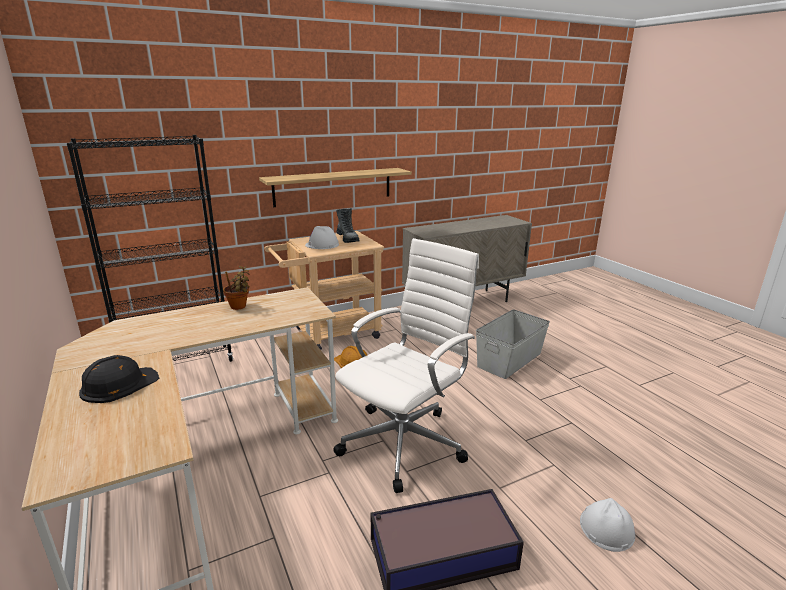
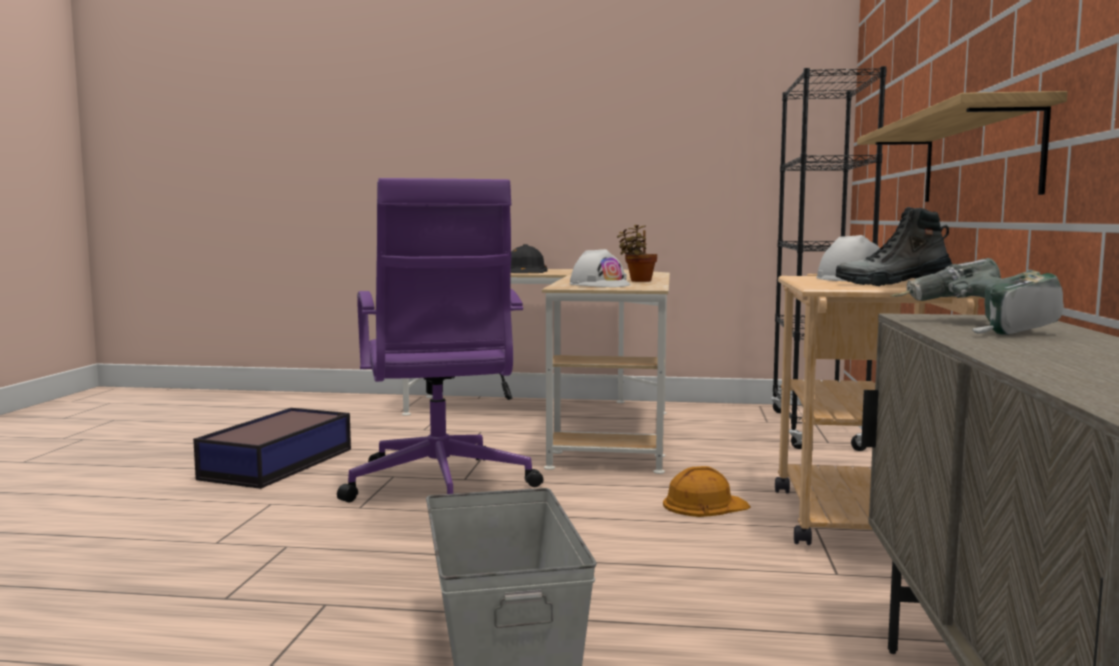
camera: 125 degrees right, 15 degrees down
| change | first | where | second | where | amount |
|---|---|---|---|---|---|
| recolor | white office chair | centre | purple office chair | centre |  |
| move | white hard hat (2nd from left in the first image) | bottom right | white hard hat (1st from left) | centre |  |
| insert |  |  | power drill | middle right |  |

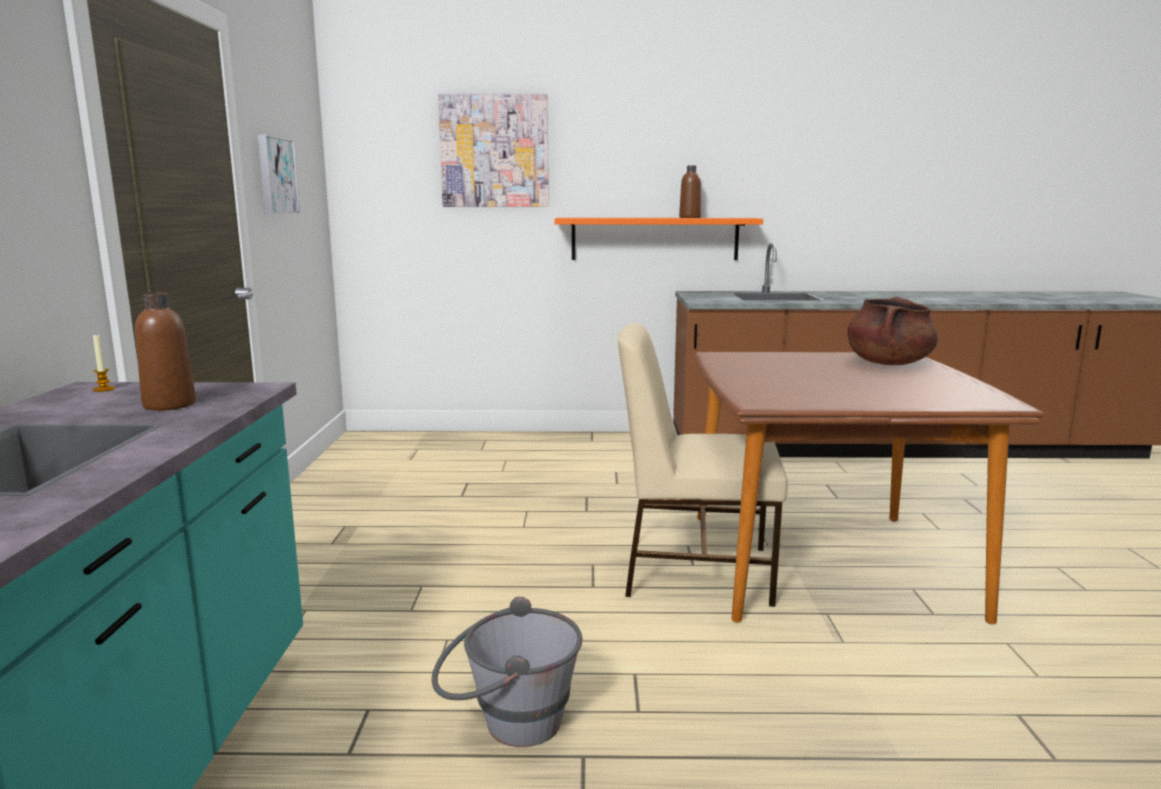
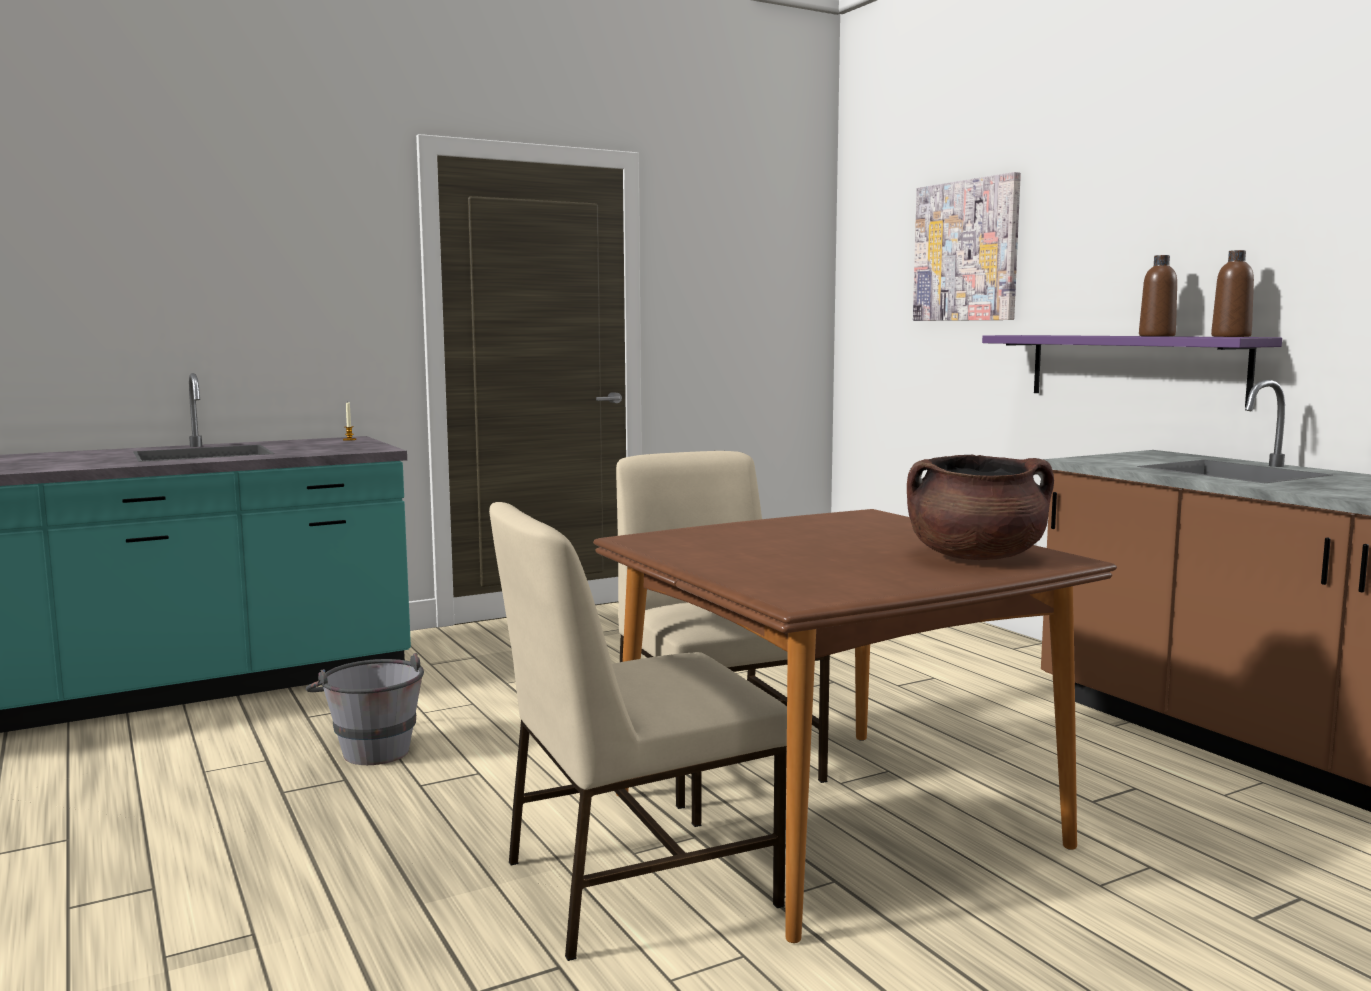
camera: 60 degrees right, 5 degrees down
| change | first | where | second | where | amount |
|---|---|---|---|---|---|
| move | brown bottle (1st from left in the first image) | middle left | brown bottle (2nd from left) | top right |  |
| delete | picture (1st from left) | top left |  |  |  |
| recolor | orange shelf | top centre | purple shelf | middle right |  |
| insert |  |  | beige chair (1st from left) | bottom centre |  |

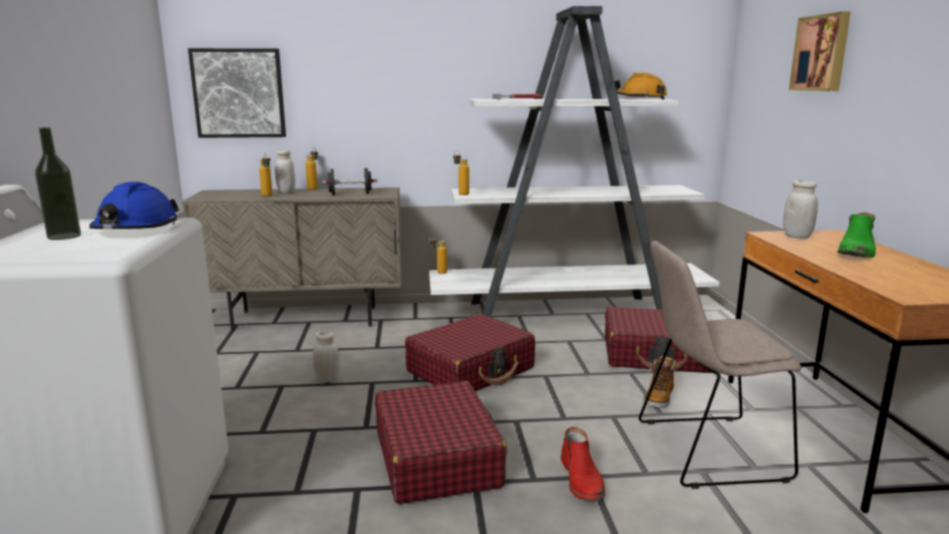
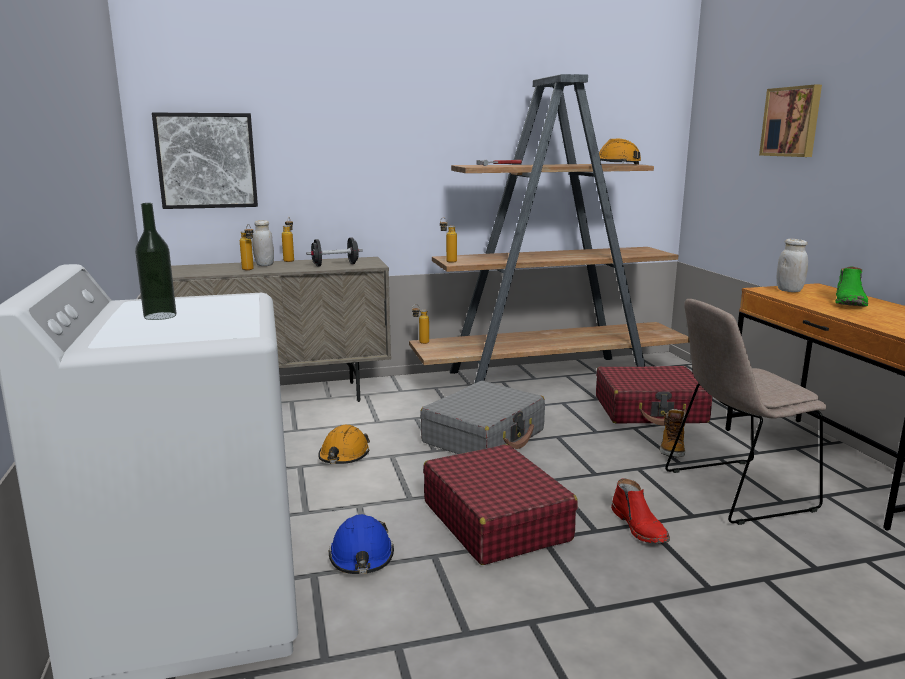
camera: 10 degrees left, 0 degrees up
| change | first | where | second | where | amount |
|---|---|---|---|---|---|
| move | blue hard hat | middle left |  | bottom centre |  |
| replace | white jar (2nd from left) | bottom centre | orange hard hat (1st from left) | centre |  |
| recolor | red suitcase (2nd from left) | centre | grey suitcase | centre |  |
| recolor | white bookcase | top centre | brown bookcase | centre |  |

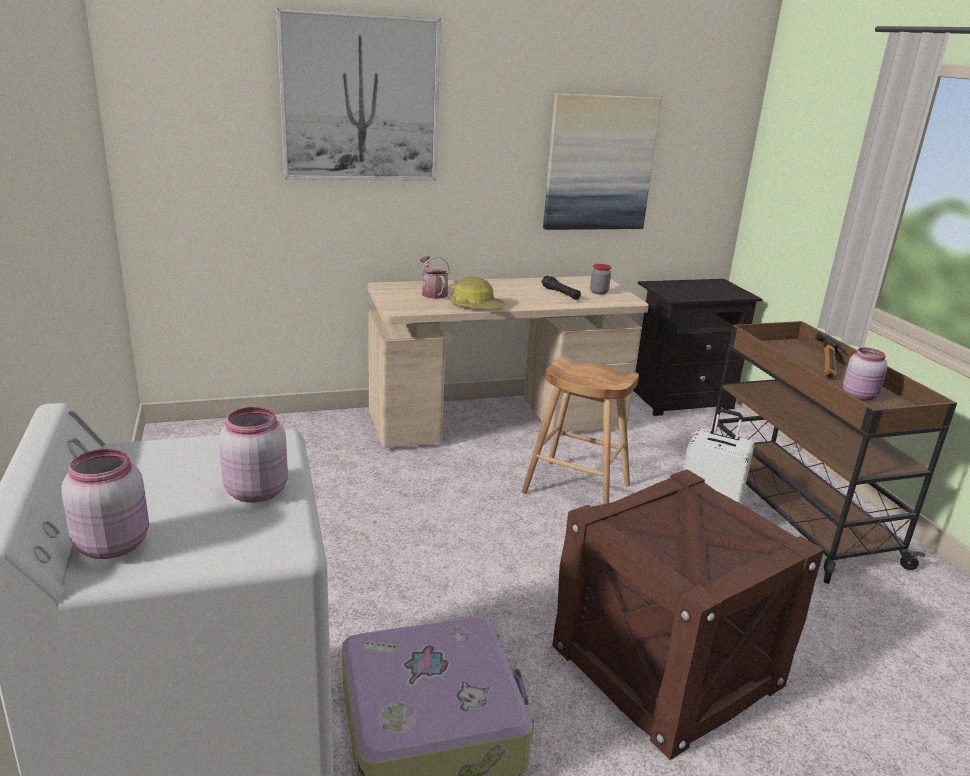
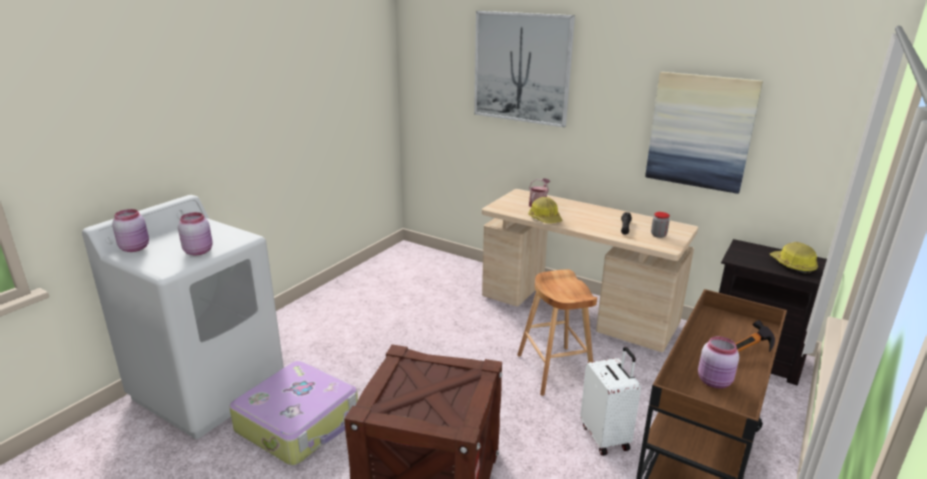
camera: 50 degrees right, 0 degrees up
| change | first | where | second | where | amount |
|---|---|---|---|---|---|
| insert |  |  | hard hat (2nd from left) | middle right |  |

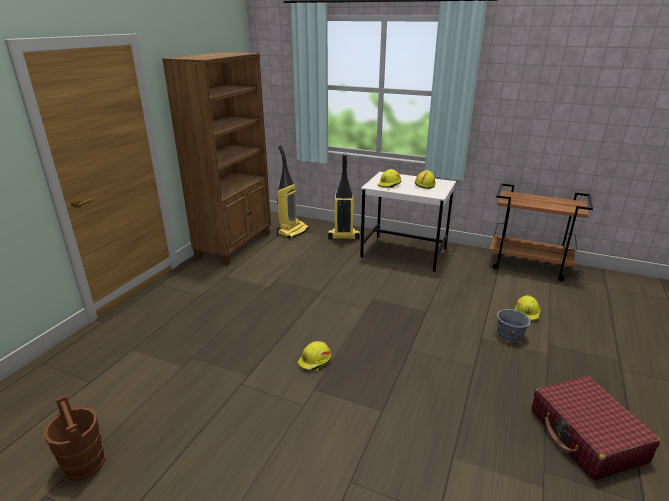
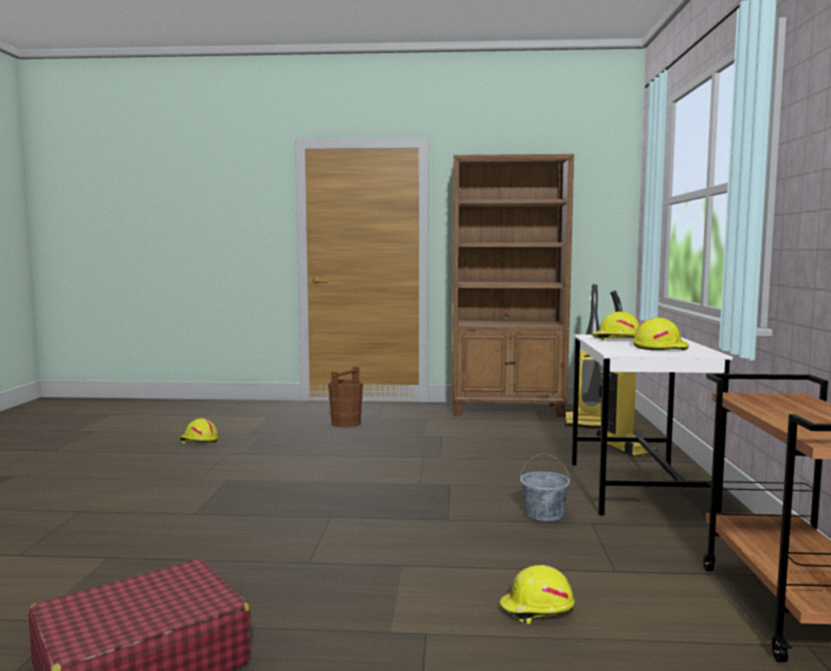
camera: 70 degrees right, 20 degrees down
| change | first | where | second | where | amount |
|---|---|---|---|---|---|
| move | brown bucket | bottom left |  | centre |  |
| move | yellow hard hat (1st from left) | bottom centre |  | middle left |  |
| move | grey bucket | middle right |  | bottom centre |  |

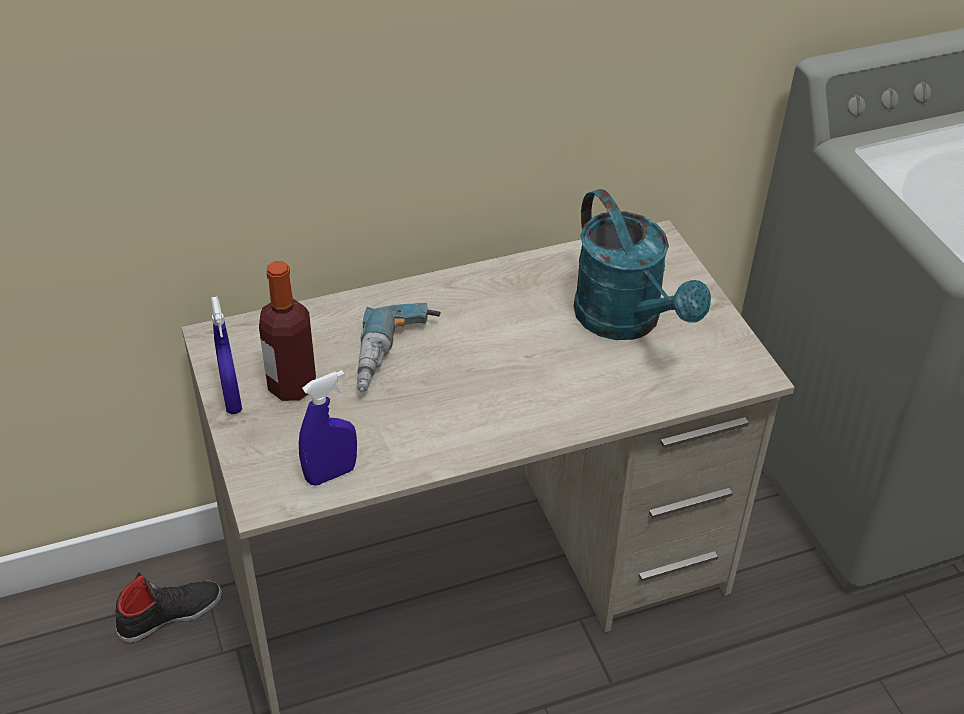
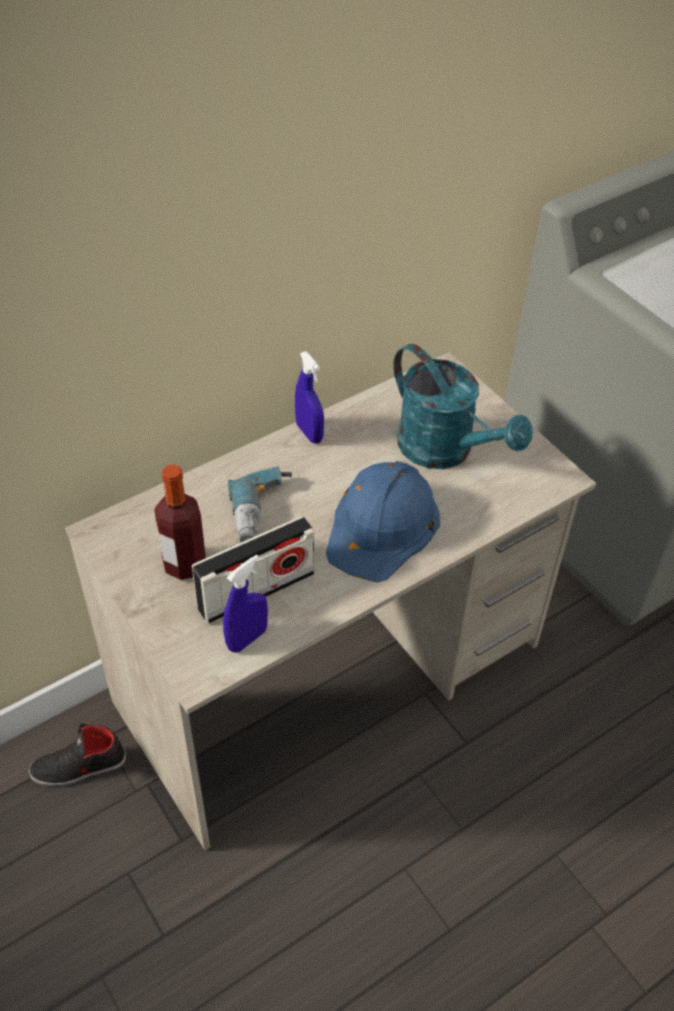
camera: 15 degrees left, 5 degrees up
| change | first | where | second | where | amount |
|---|---|---|---|---|---|
| rotate | black shoe | bottom left |  | bottom left | 150 degrees counterclockwise |
| move | blue spray bottle (1st from left in the first image) | middle left | blue spray bottle (2nd from left) | centre |  |
| insert |  |  | radio | centre |  |
| insert |  |  | blue hard hat | centre |  |

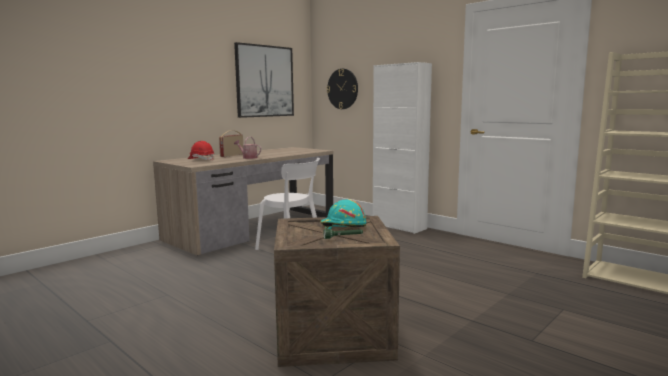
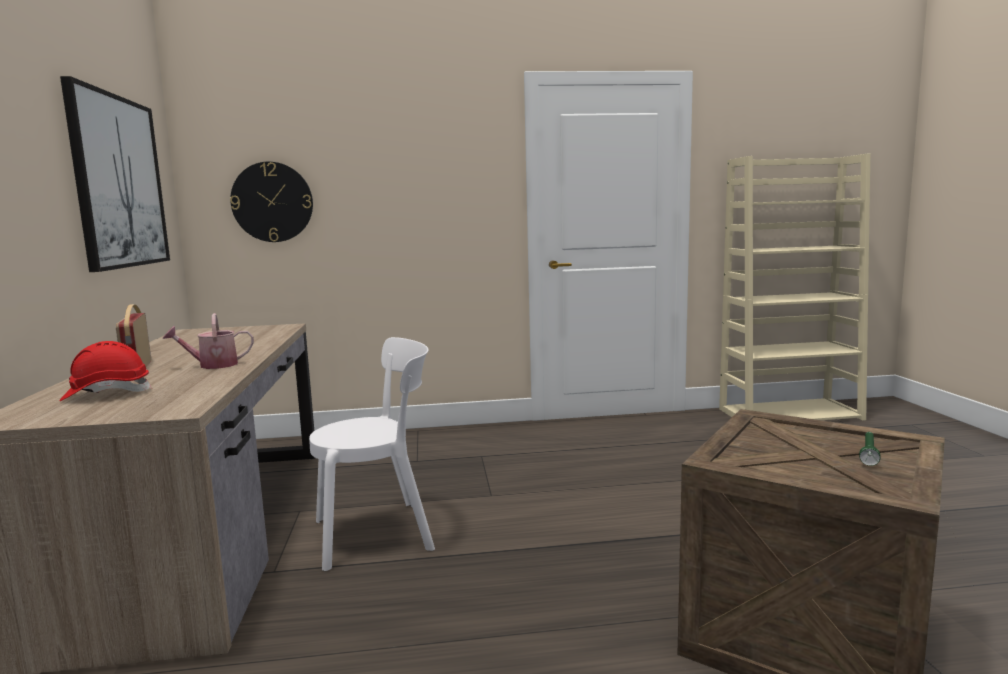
camera: 50 degrees left, 0 degrees up
| change | first | where | second | where | amount |
|---|---|---|---|---|---|
| delete | turquoise hard hat | centre |  |  |  |
| delete | white cabinet | centre |  |  |  |

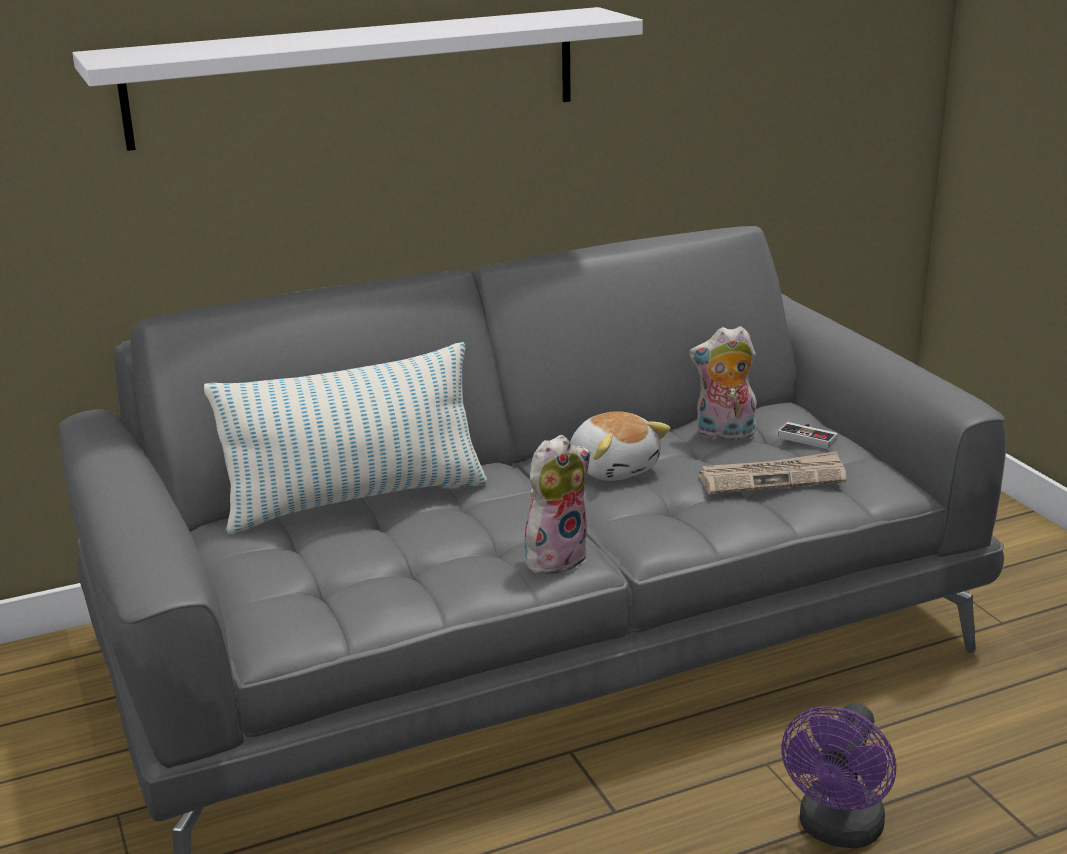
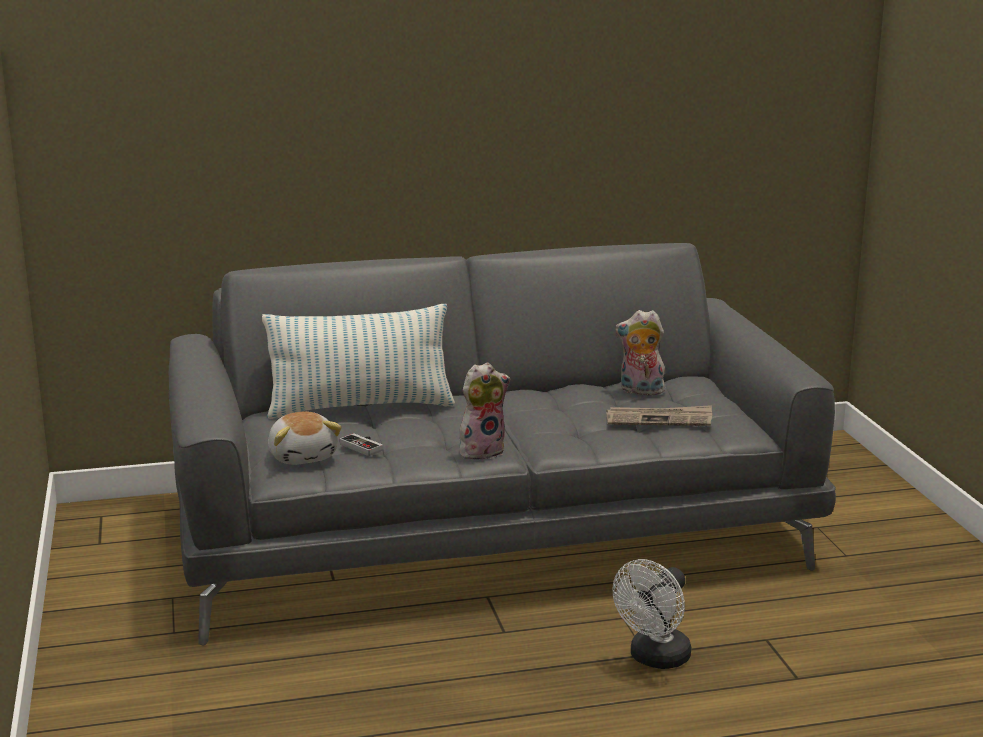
camera: 10 degrees right, 5 degrees down
| change | first | where | second | where | amount |
|---|---|---|---|---|---|
| delete | white shelf | top centre |  |  |  |
| move | plush toy (2nd from left in the first image) | centre | plush toy (1st from left) | middle left |  |
| move | game controller | middle right |  | centre |  |
| recolor | purple fan | bottom right | white fan | bottom centre |  |

